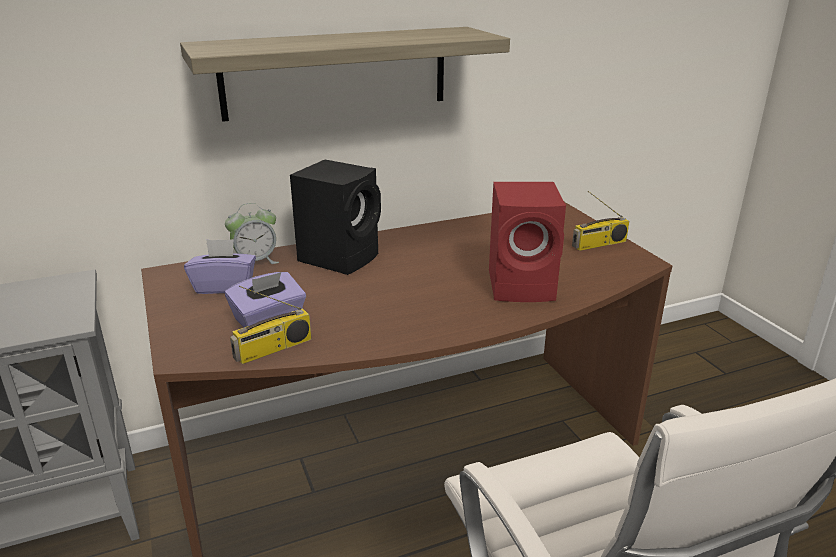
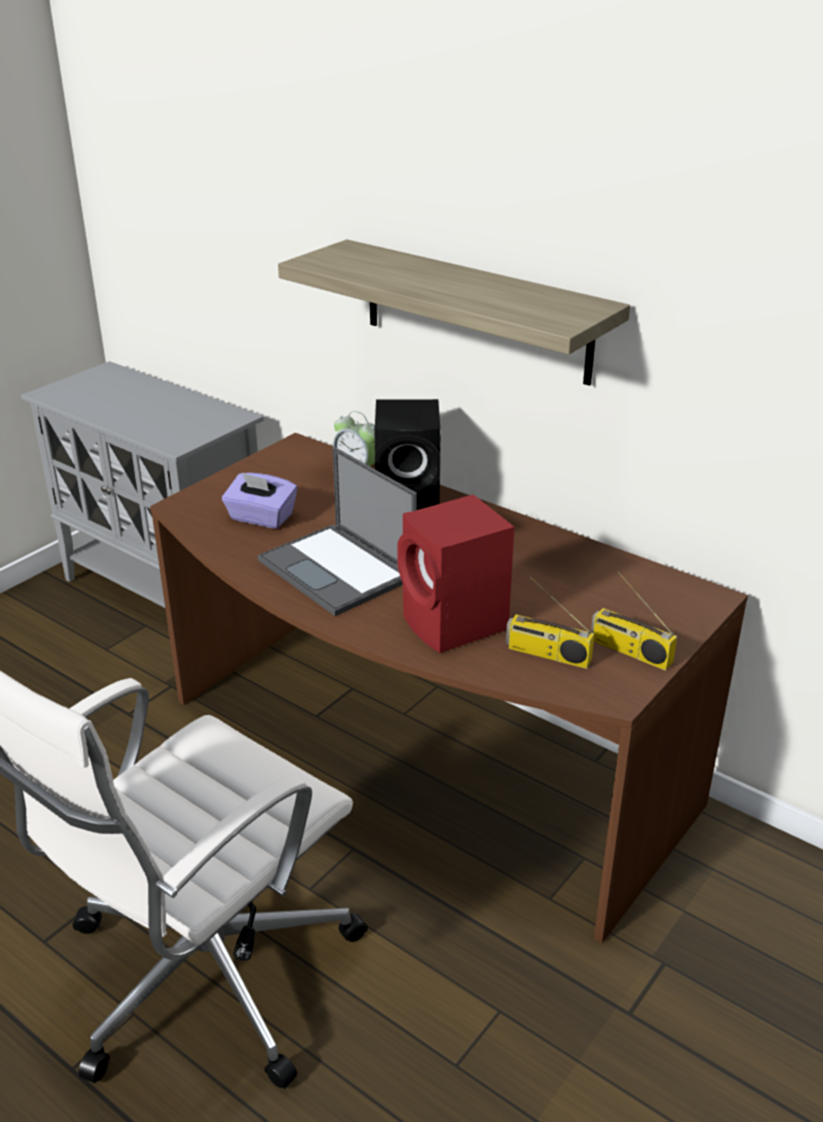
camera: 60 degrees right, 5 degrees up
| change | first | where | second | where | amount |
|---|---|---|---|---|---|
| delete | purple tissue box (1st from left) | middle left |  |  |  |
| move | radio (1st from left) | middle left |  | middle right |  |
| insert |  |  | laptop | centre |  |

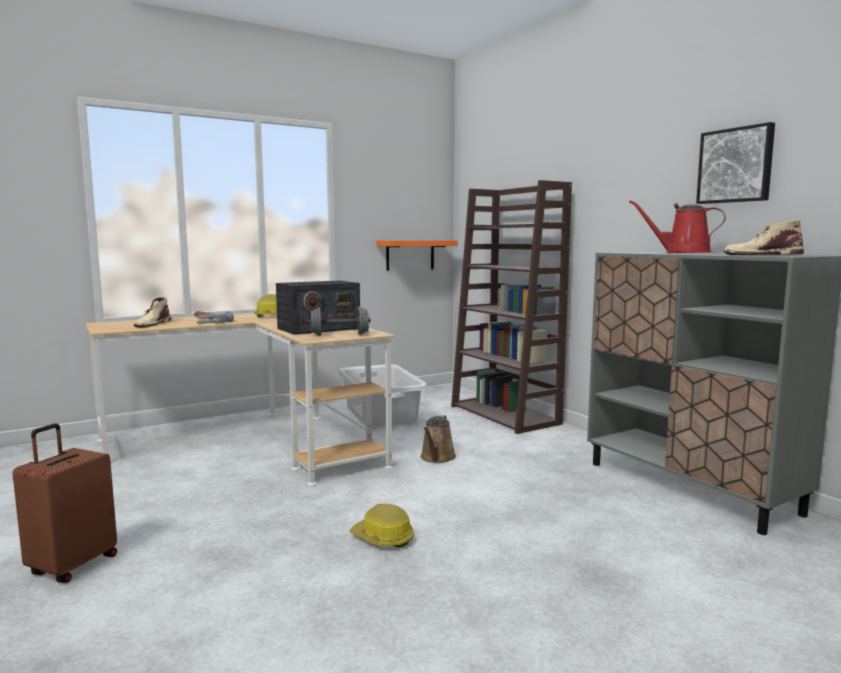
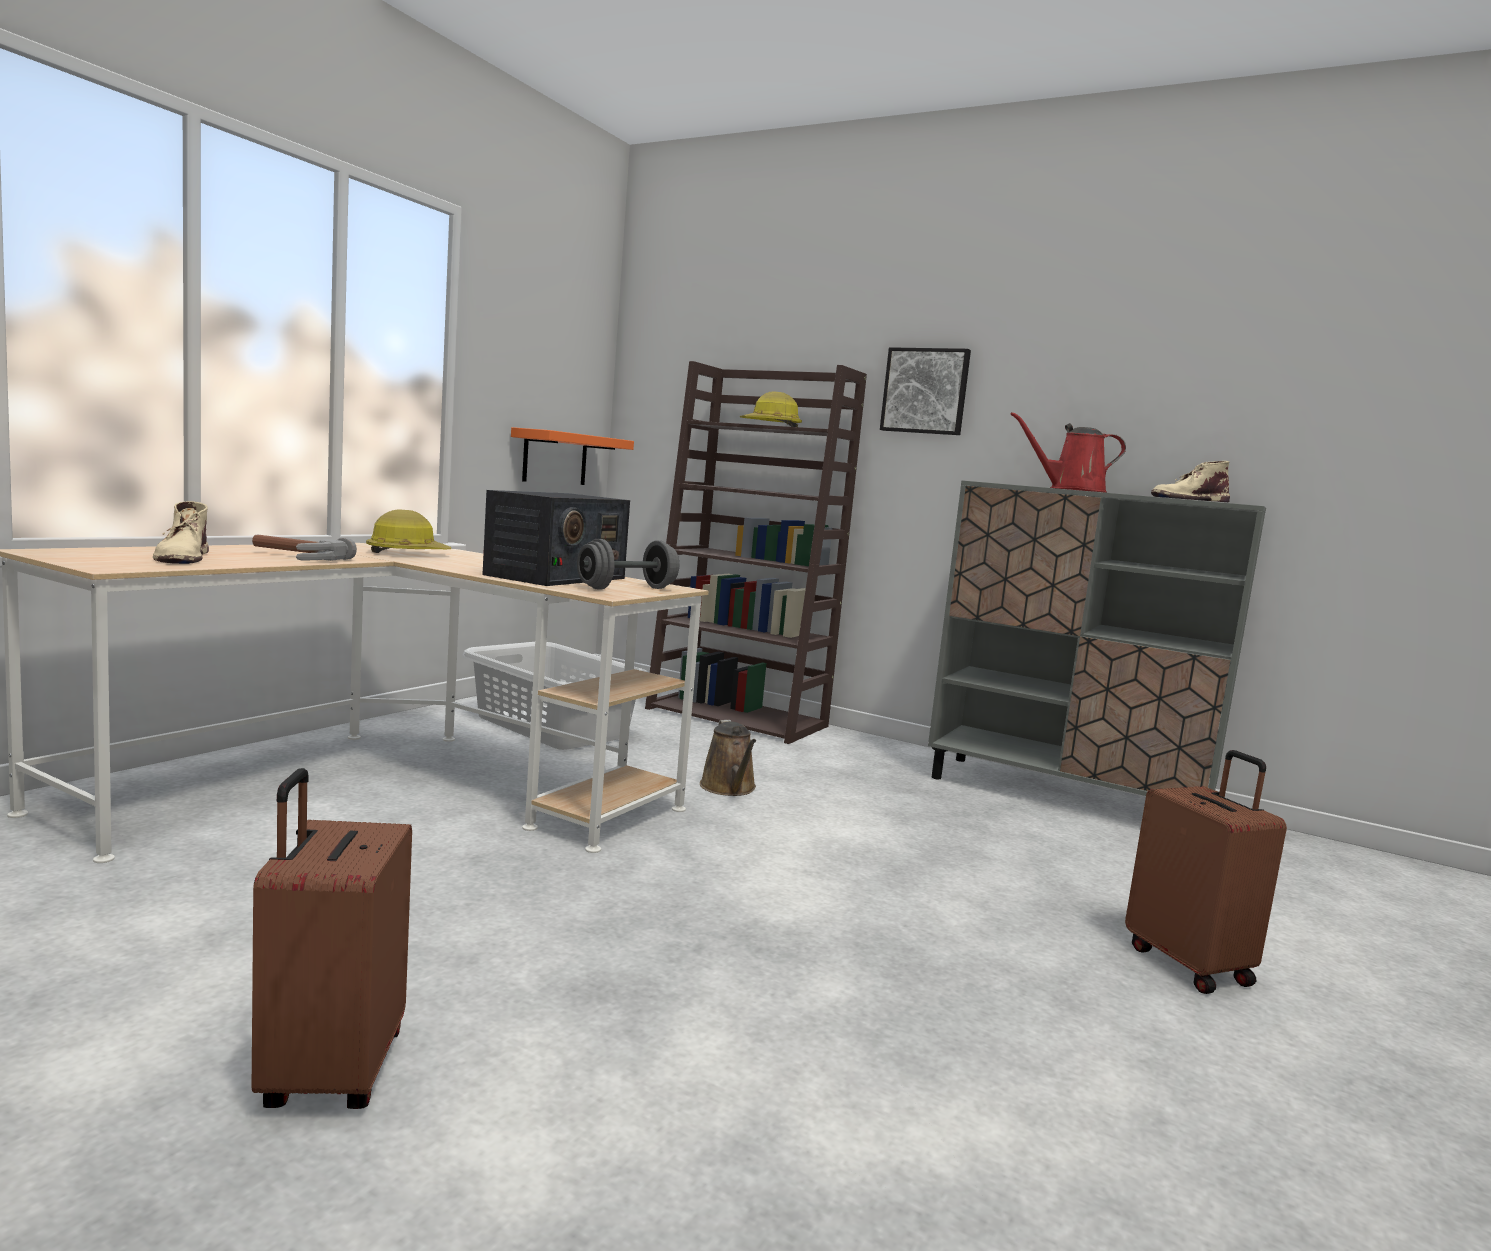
camera: 30 degrees left, 0 degrees up
| change | first | where | second | where | amount |
|---|---|---|---|---|---|
| move | hard hat (2nd from left) | bottom centre |  | top centre |  |
| move | picture | top right |  | top centre |  |
| insert |  |  | brown suitcase (2nd from left) | bottom right |  |

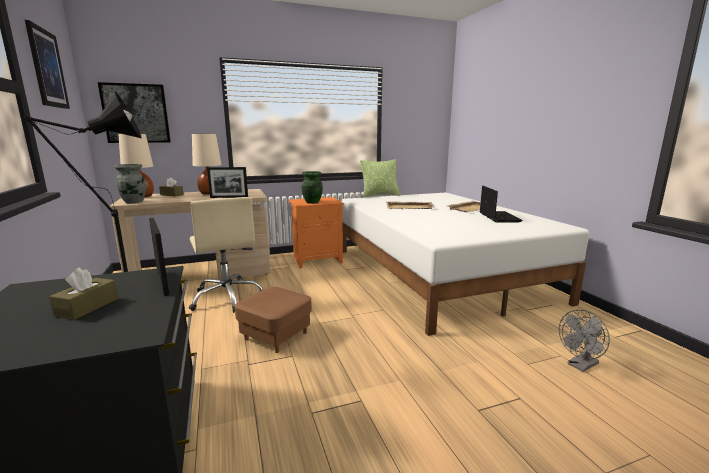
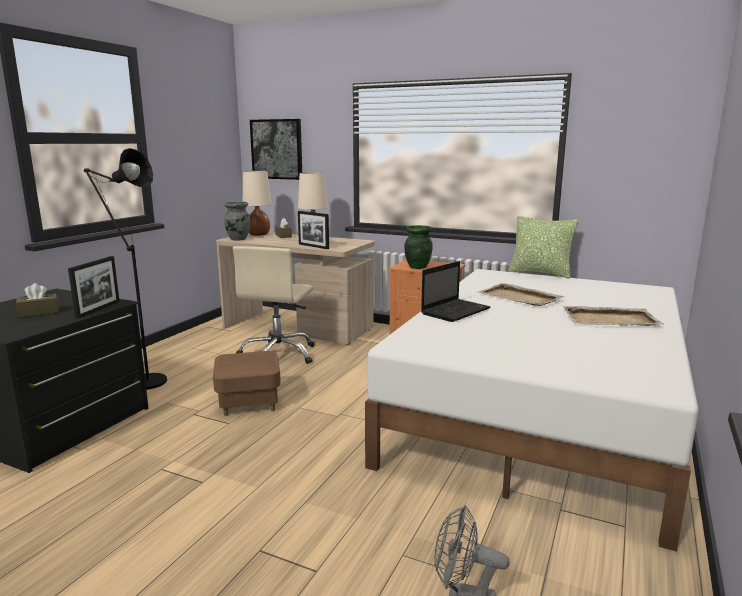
camera: 45 degrees right, 0 degrees up
| change | first | where | second | where | amount |
|---|---|---|---|---|---|
| delete | picture (1st from left) | top left |  |  |  |
| move | laptop | middle right |  | centre |  |

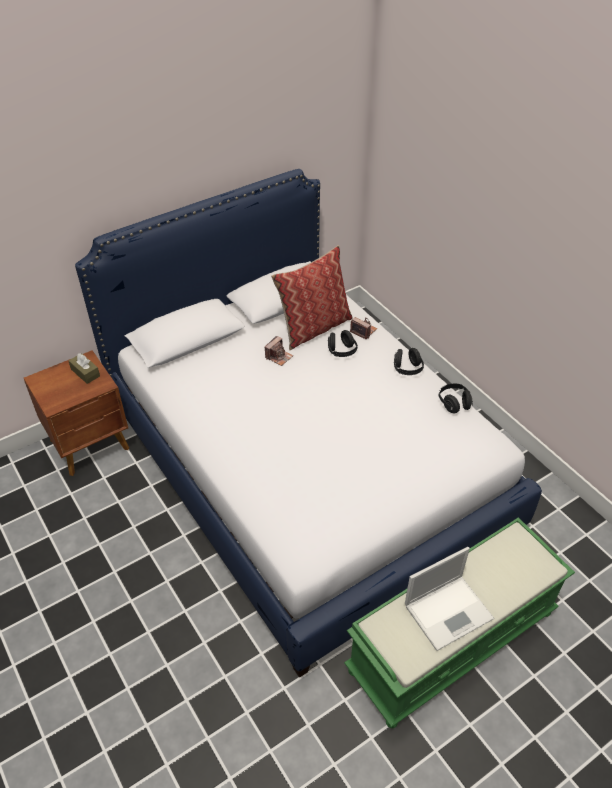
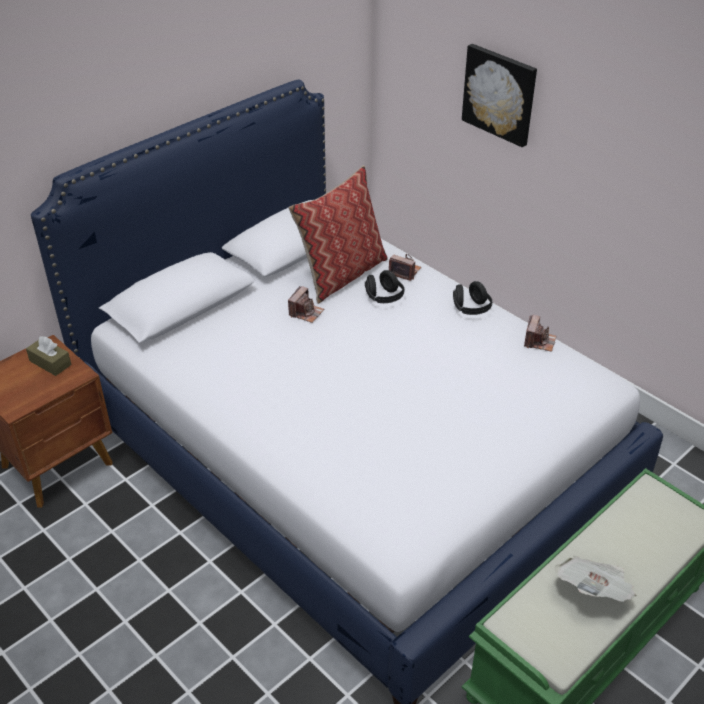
camera: 10 degrees left, 5 degrees down
| change | first | where | second | where | amount |
|---|---|---|---|---|---|
| replace | laptop | bottom right | newspaper | bottom right |  |
| replace | black headphones (3rd from left) | middle right | photo camera (3rd from left) | middle right |  |
| insert |  |  | picture | top right |  |

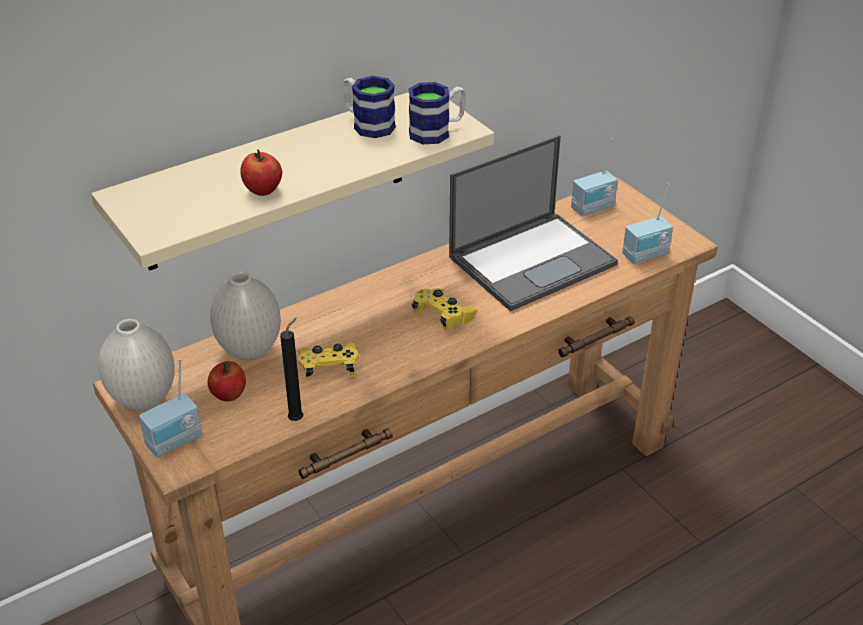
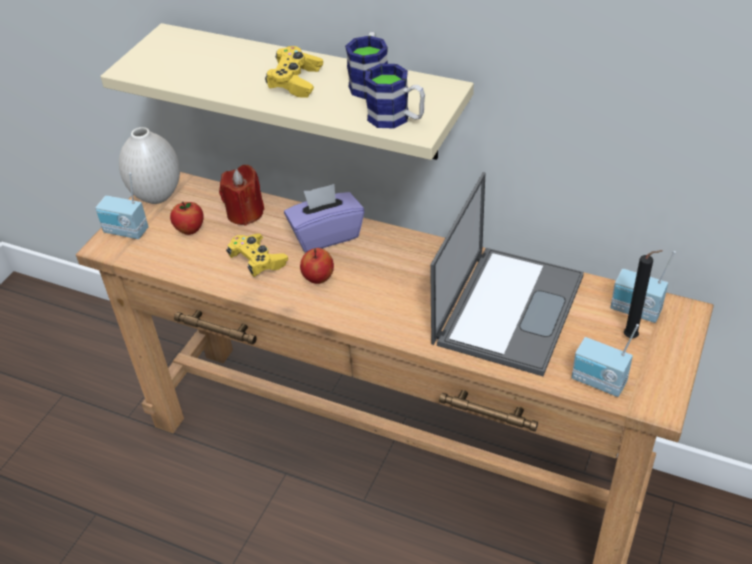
camera: 60 degrees right, 5 degrees up
| change | first | where | second | where | amount |
|---|---|---|---|---|---|
| replace | white vase (2nd from left) | middle left | red candle | middle left |  |
| move | apple (2nd from left) | top left |  | centre |  |
| move | black candle | centre |  | middle right |  |
| move | yellow game controller (2nd from left) | centre |  | top centre |  |
| rotate | laptop | centre |  | middle right | 90 degrees counterclockwise |
| insert |  |  | purple tissue box | centre |  |

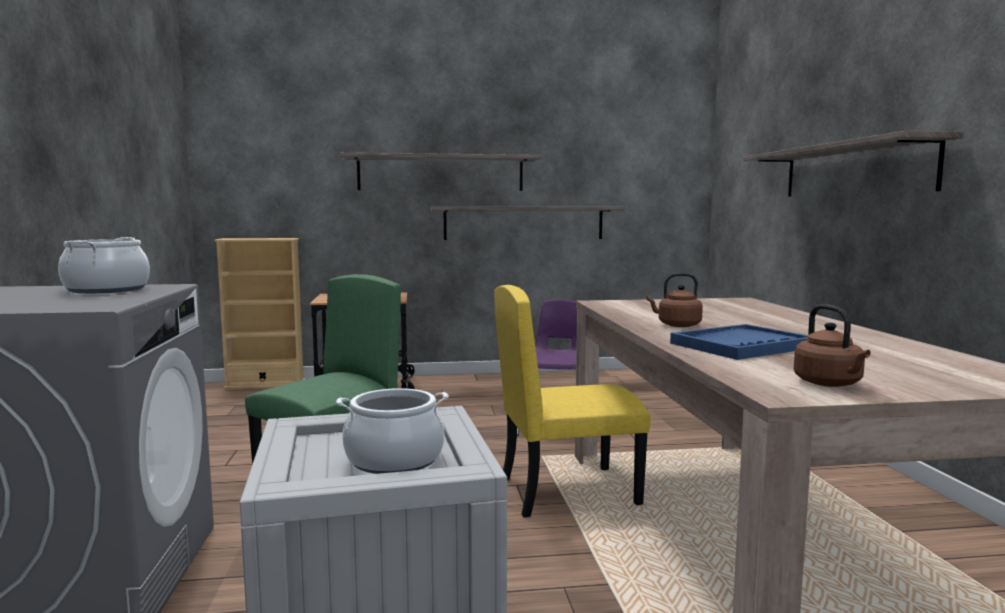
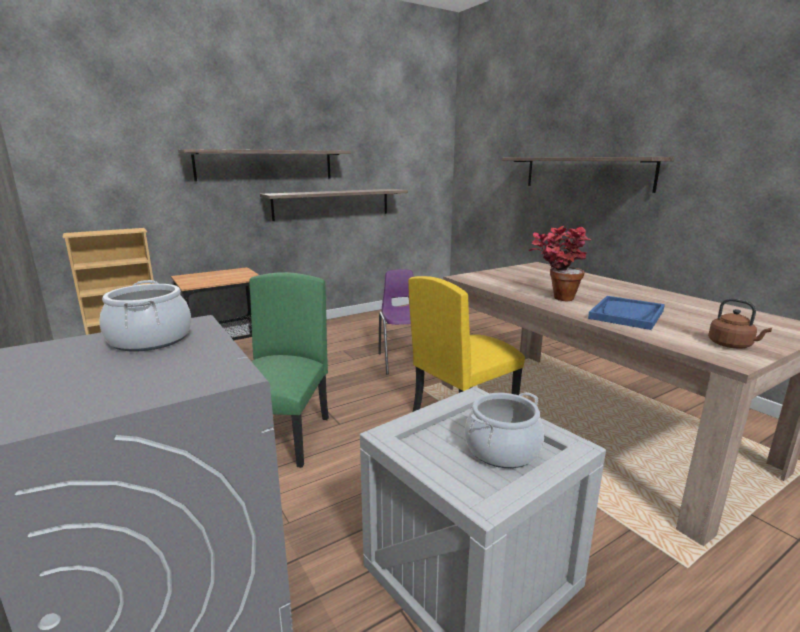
camera: 25 degrees left, 10 degrees up
| change | first | where | second | where | amount |
|---|---|---|---|---|---|
| replace | brown kettle (1st from left) | middle right | potted plant | middle right |  |

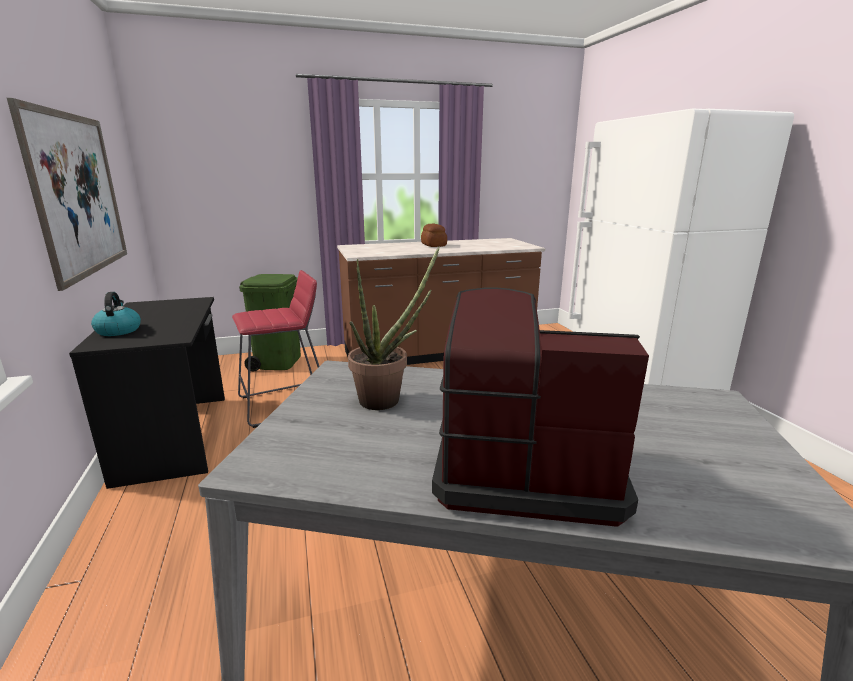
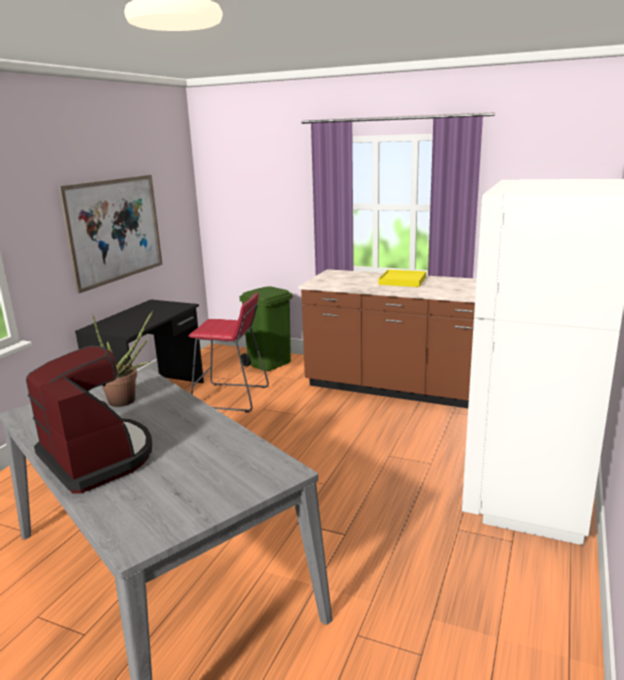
camera: 40 degrees right, 0 degrees up
| change | first | where | second | where | amount |
|---|---|---|---|---|---|
| delete | kettle | middle left |  |  |  |
| replace | bread | centre | yellow tray | centre |  |

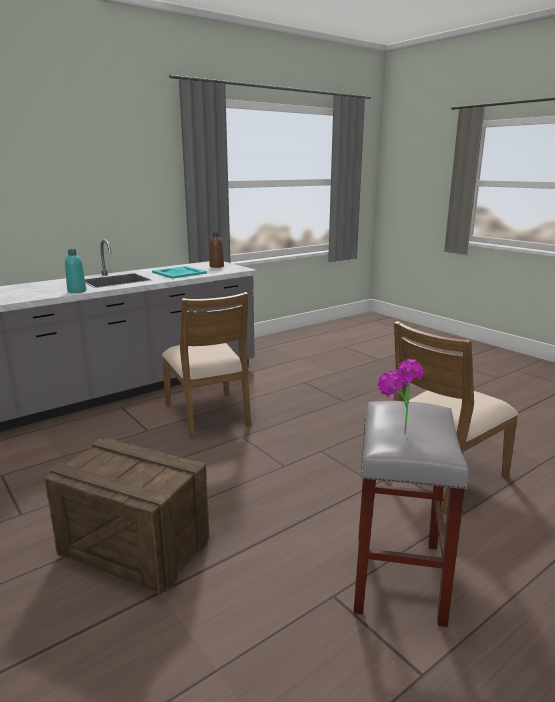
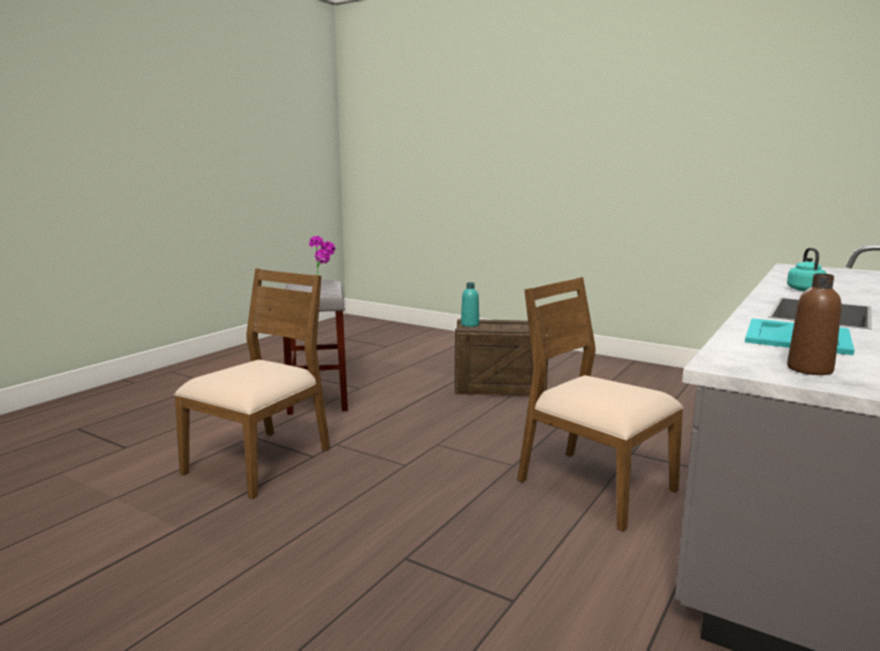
camera: 160 degrees right, 5 degrees down
| change | first | where | second | where | amount |
|---|---|---|---|---|---|
| move | turquoise bottle | middle left |  | centre |  |
| insert |  |  | turquoise kettle | middle right |  |

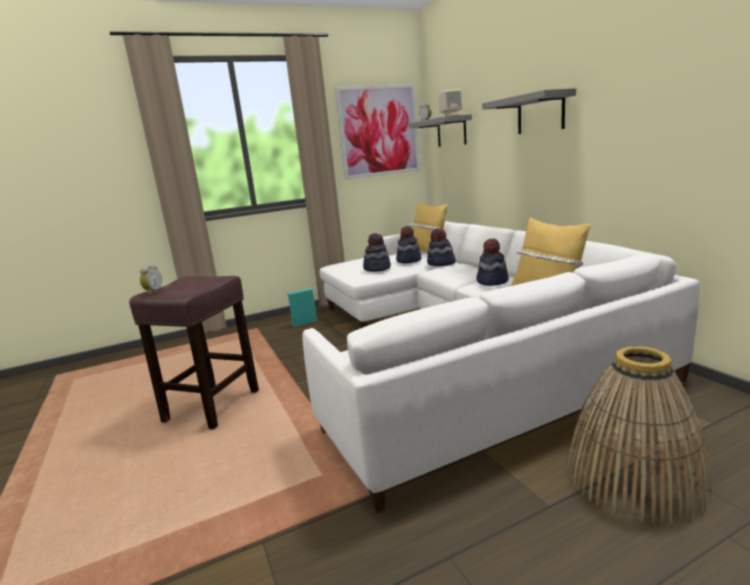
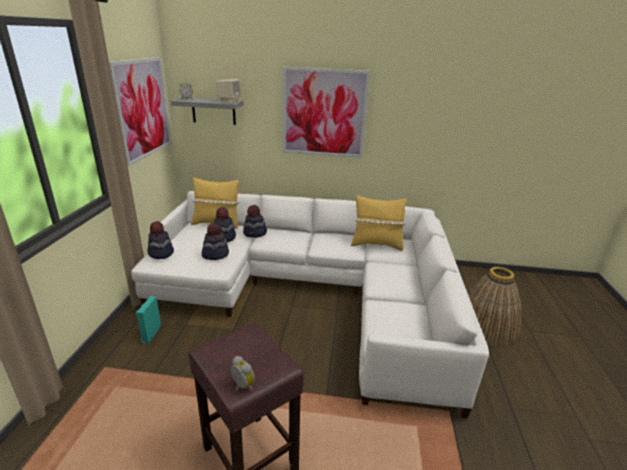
camera: 60 degrees left, 10 degrees up
| change | first | where | second | where | amount |
|---|---|---|---|---|---|
| move | hat (4th from left in the first image) | centre | hat (1st from left) | middle left |  |
| replace | grey shelf (2nd from left) | top right | picture (2nd from left) | top centre |  |

